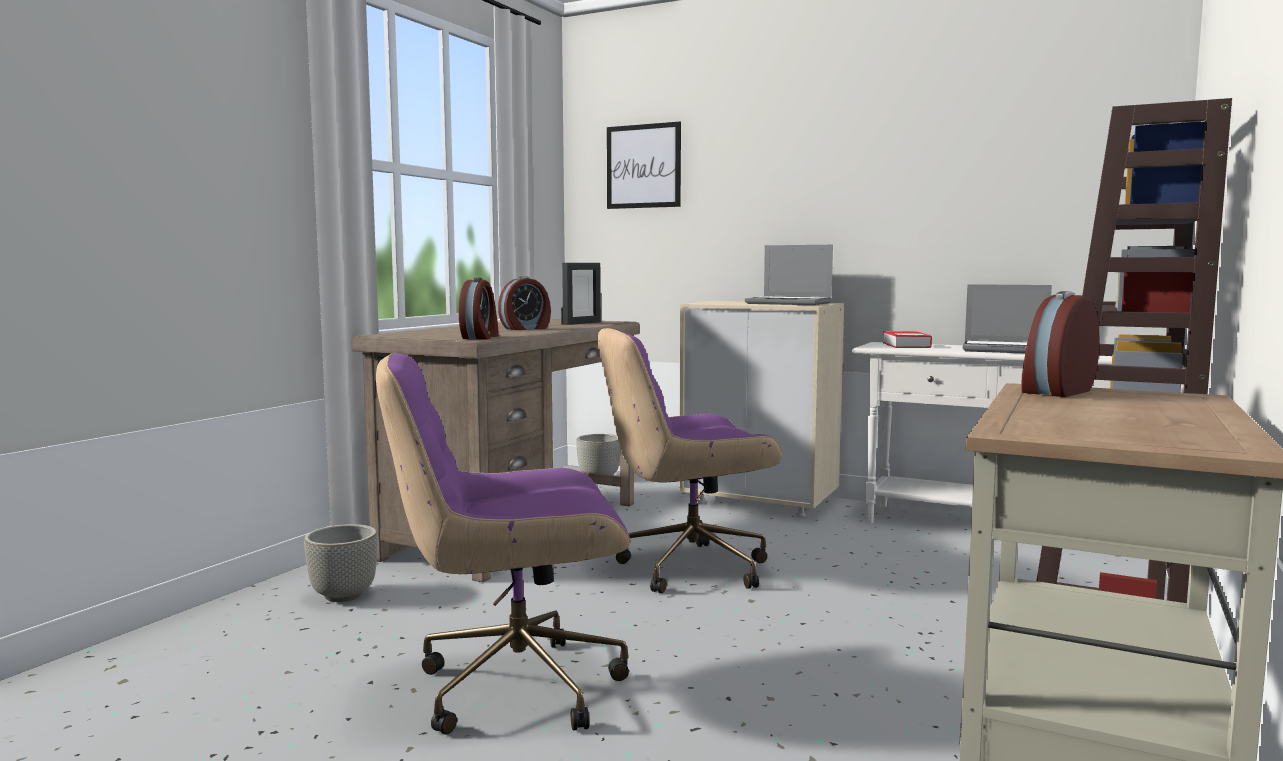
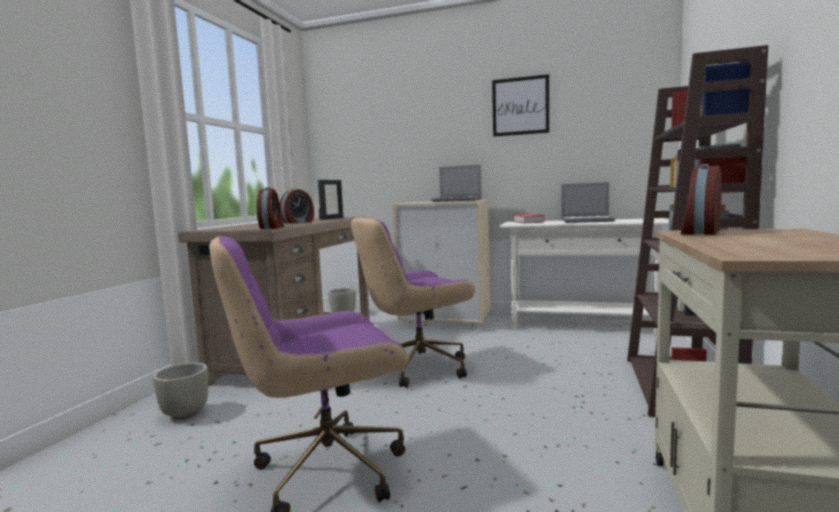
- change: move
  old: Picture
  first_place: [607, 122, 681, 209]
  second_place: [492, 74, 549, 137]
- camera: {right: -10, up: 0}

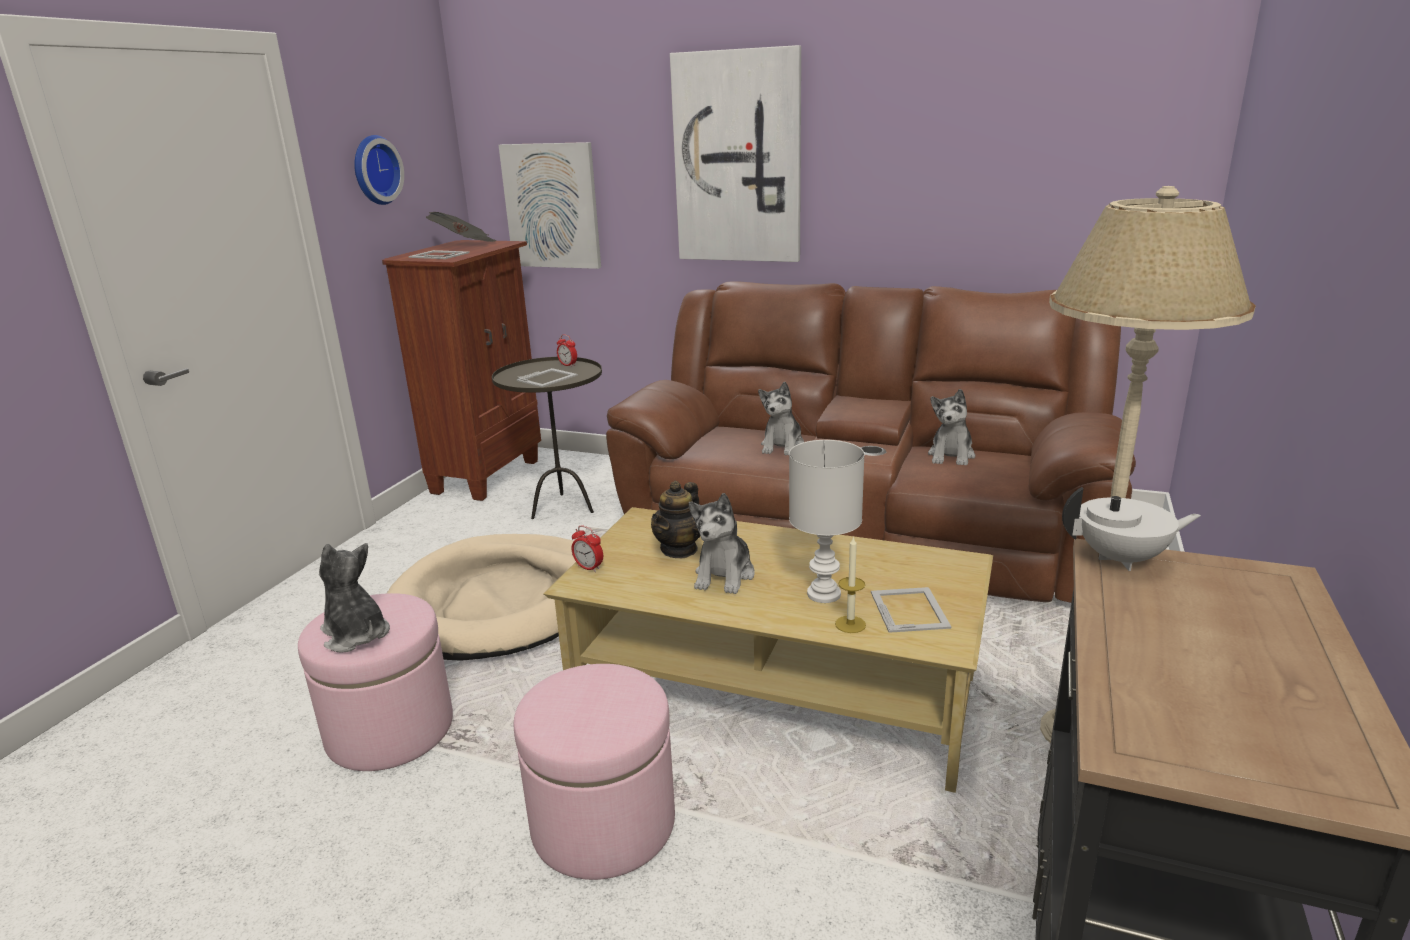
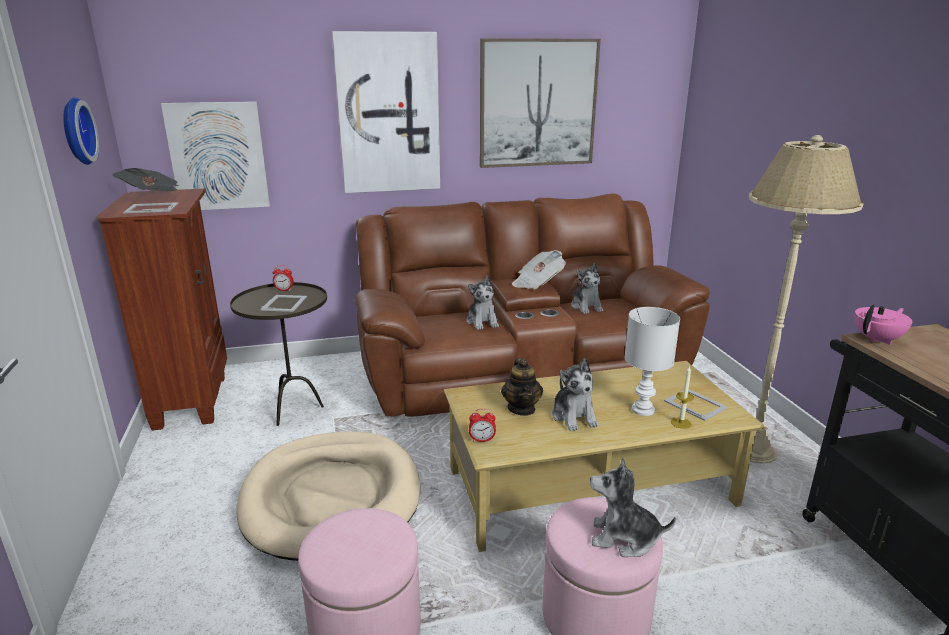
- change: move
  old: PlushToy
  first_place: [319, 543, 390, 652]
  second_place: [590, 458, 676, 557]
- change: recolor
  old: WhiteTeapot
  new: PinkTeapot
  first_place: [1062, 487, 1201, 571]
  second_place: [855, 305, 913, 345]
- change: insert
  new: Picture
  second_place: [480, 38, 601, 168]
- change: insert
  new: Newspaper
  second_place: [512, 250, 566, 289]
- camera: {right: -35, up: 0}

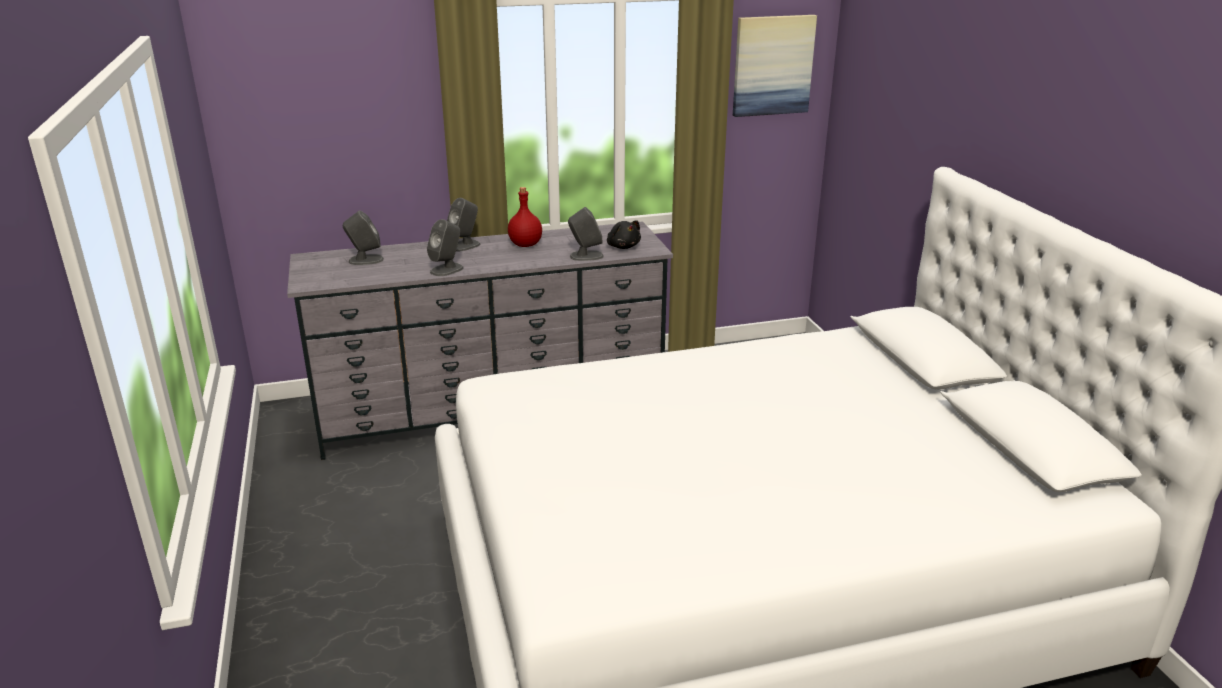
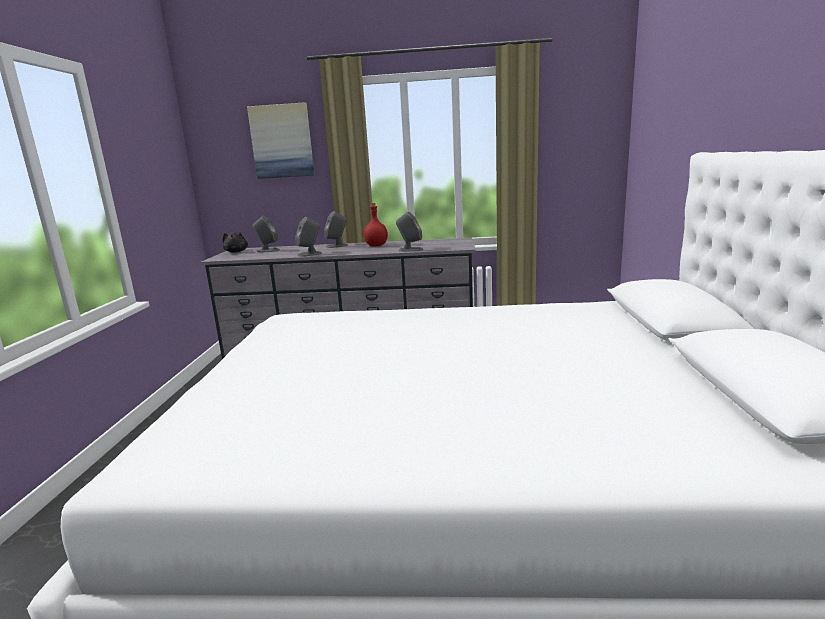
- change: move
  old: BlackPlushToy
  first_place: [607, 220, 641, 249]
  second_place: [222, 232, 248, 252]
- change: move
  old: Picture
  first_place: [733, 15, 817, 117]
  second_place: [247, 102, 315, 179]
- camera: {right: 20, up: -10}

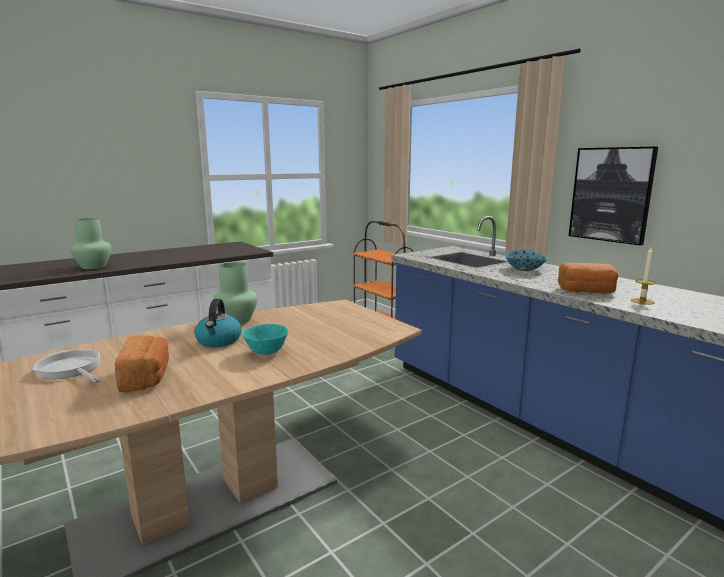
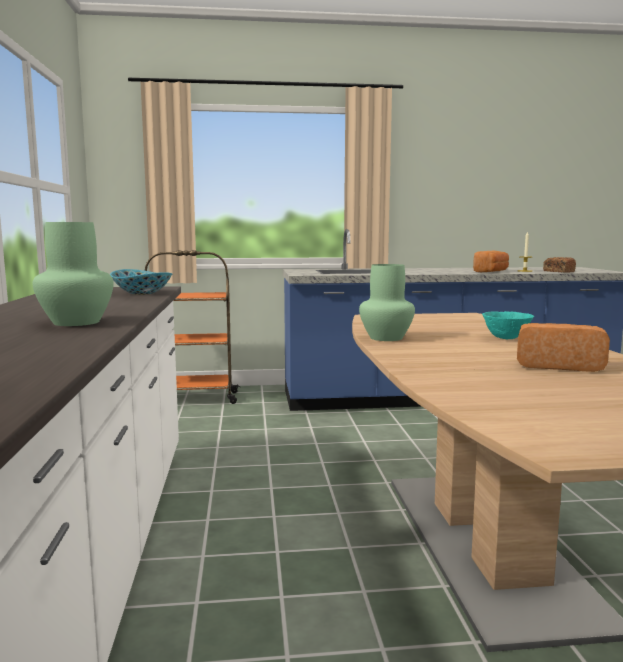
- change: delete
  old: FryingPan
  first_place: [33, 349, 100, 383]
- change: delete
  old: Kettle
  first_place: [194, 299, 242, 347]
- change: move
  old: Bowl
  first_place: [505, 249, 547, 271]
  second_place: [110, 269, 172, 295]
- change: delete
  old: Picture
  first_place: [569, 147, 658, 245]
- change: insert
  new: Bread
  second_place: [543, 257, 576, 273]
- camera: {right: -60, up: -5}

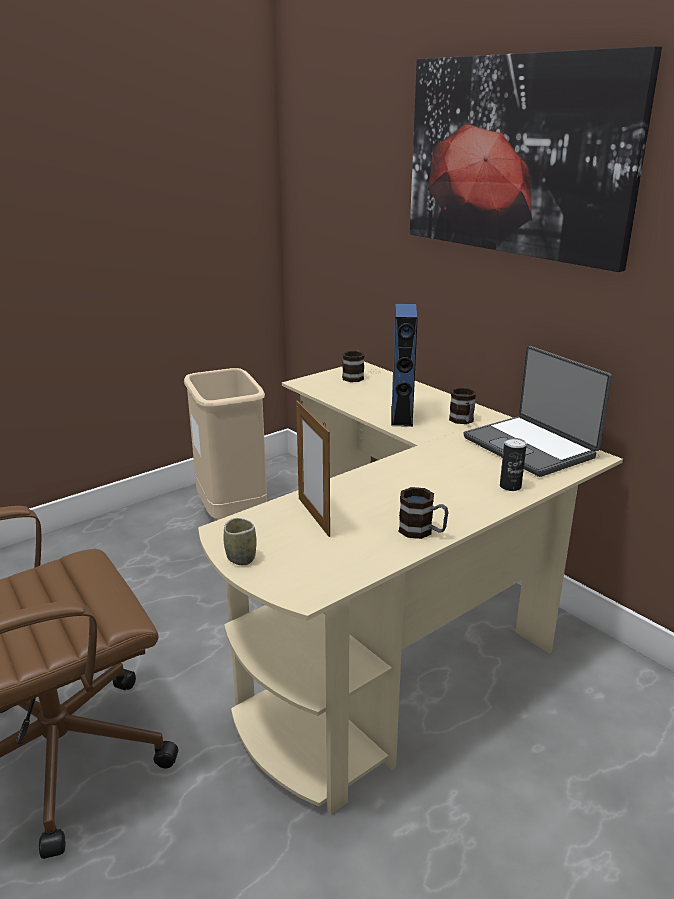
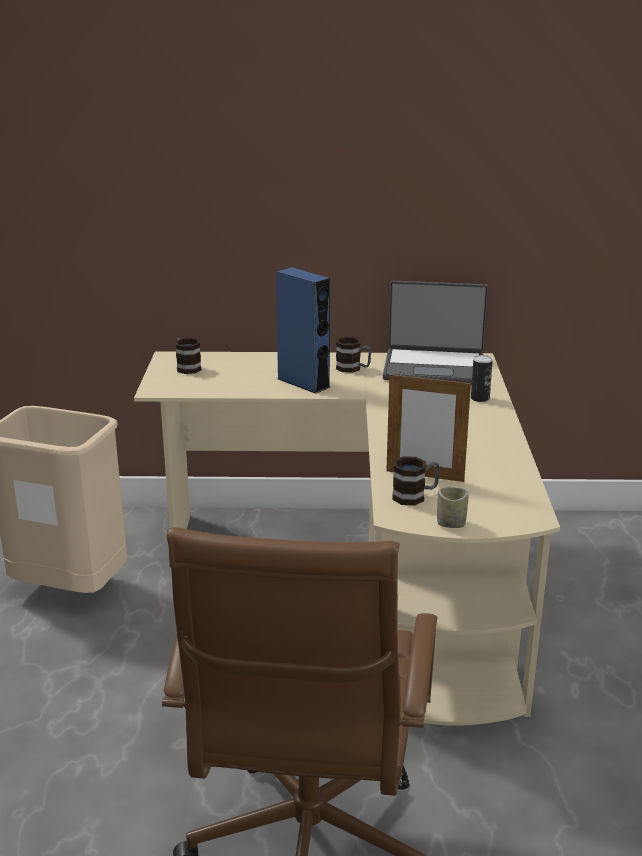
- change: move
  old: Mug
  first_place: [399, 487, 449, 539]
  second_place: [392, 456, 440, 505]
- change: delete
  old: Picture
  first_place: [410, 46, 662, 272]
- camera: {right: -50, up: 0}

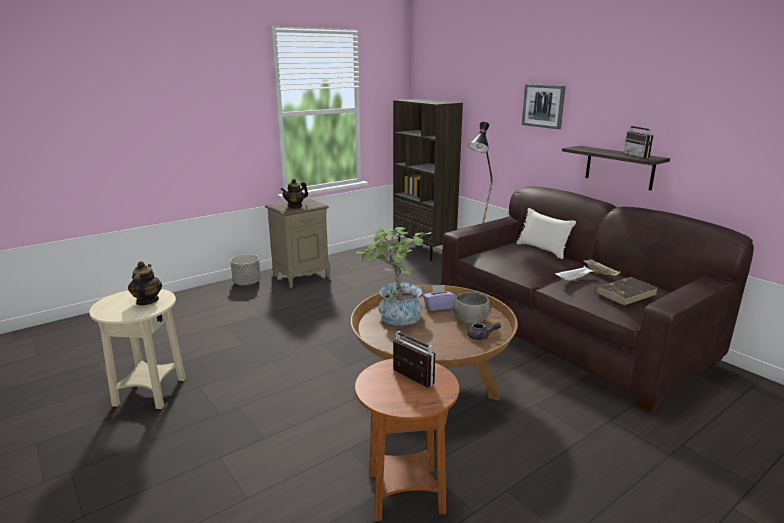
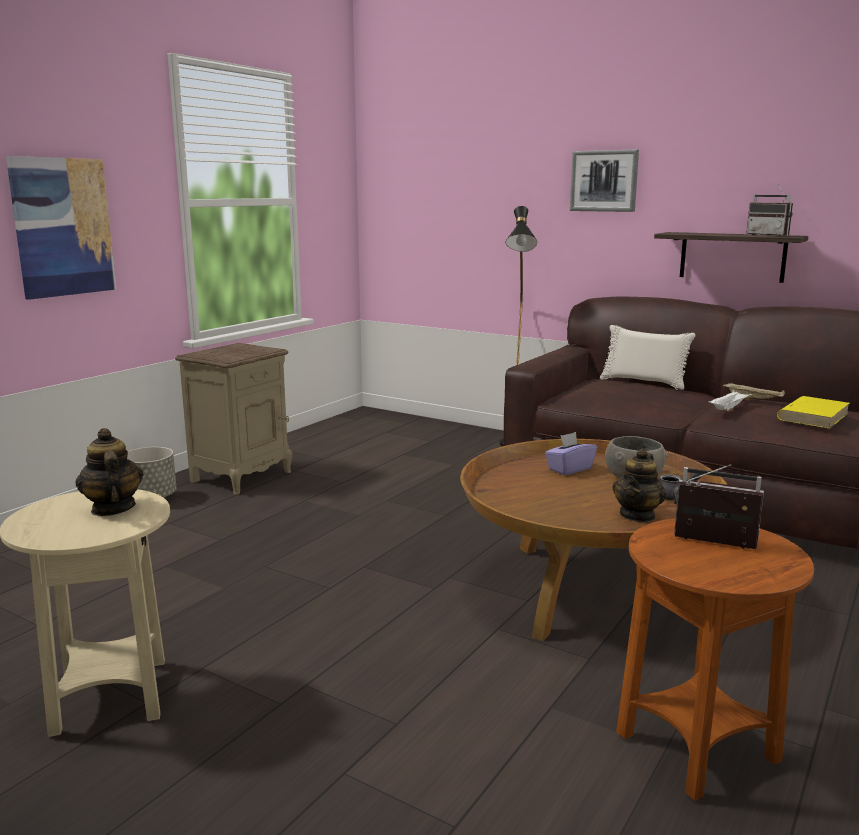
- change: move
  old: Teapot
  first_place: [281, 179, 308, 208]
  second_place: [613, 448, 666, 522]
- change: delete
  old: PottedPlant
  first_place: [356, 227, 432, 326]
- change: delete
  old: BrownBookcase
  first_place: [393, 99, 463, 261]
- change: recolor
  old: BrownBook
  new: YellowBook
  first_place: [596, 277, 658, 306]
  second_place: [777, 396, 850, 429]
- change: insert
  new: Picture
  second_place: [6, 156, 116, 300]
- camera: {right: -20, up: -5}

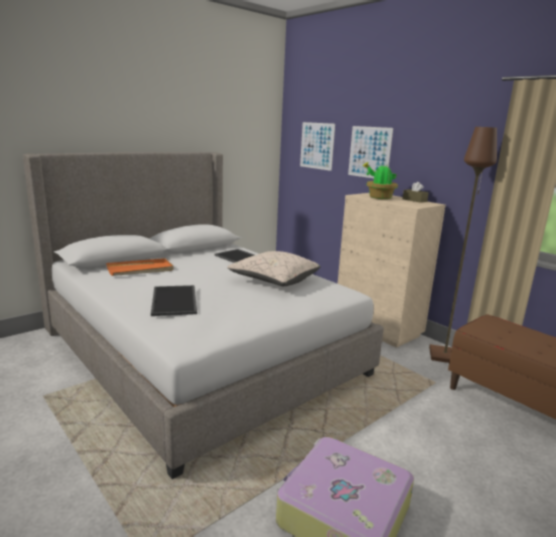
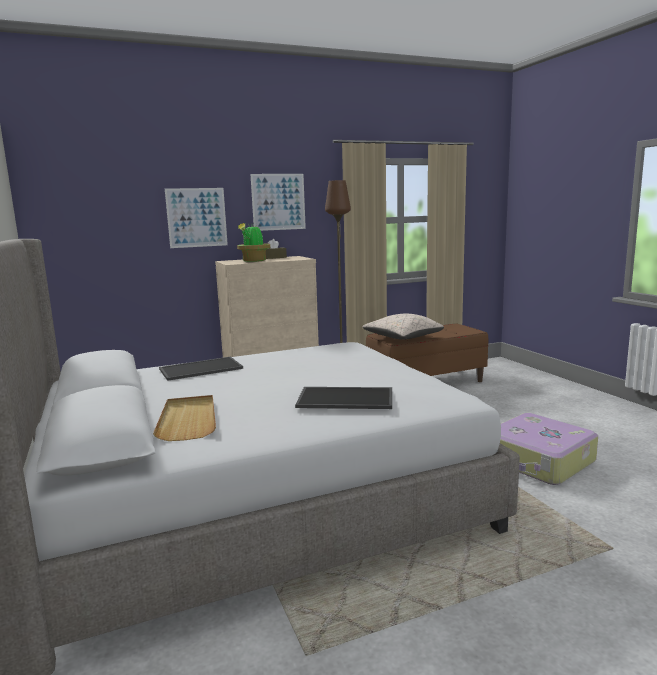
- change: recolor
  old: OrangeTray
  new: BeigeTray
  first_place: [106, 258, 174, 276]
  second_place: [153, 395, 216, 441]
- change: move
  old: BeigePillow
  first_place: [227, 251, 321, 286]
  second_place: [362, 314, 444, 340]
- change: move
  old: Picture
  first_place: [300, 122, 335, 171]
  second_place: [251, 174, 306, 231]
- camera: {right: -70, up: -5}

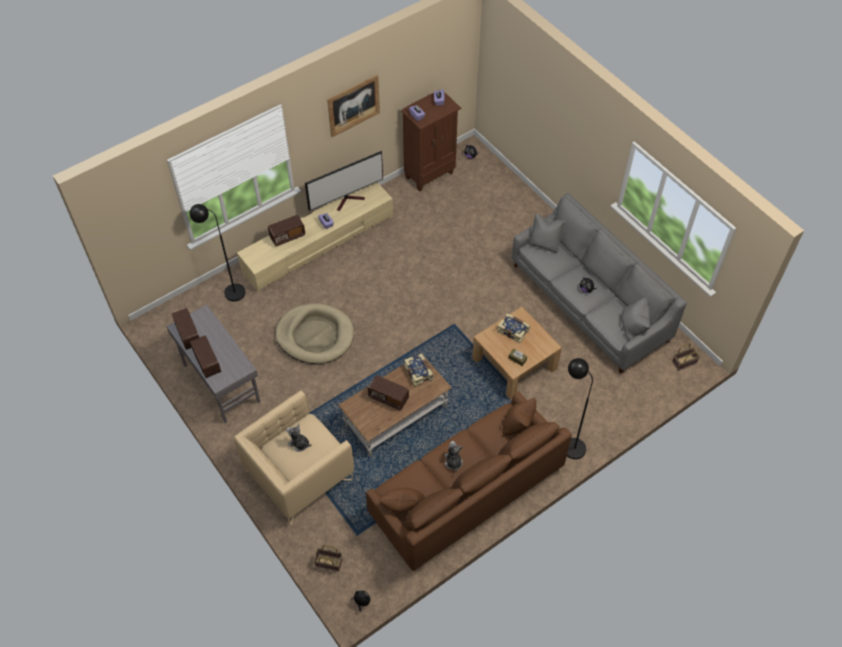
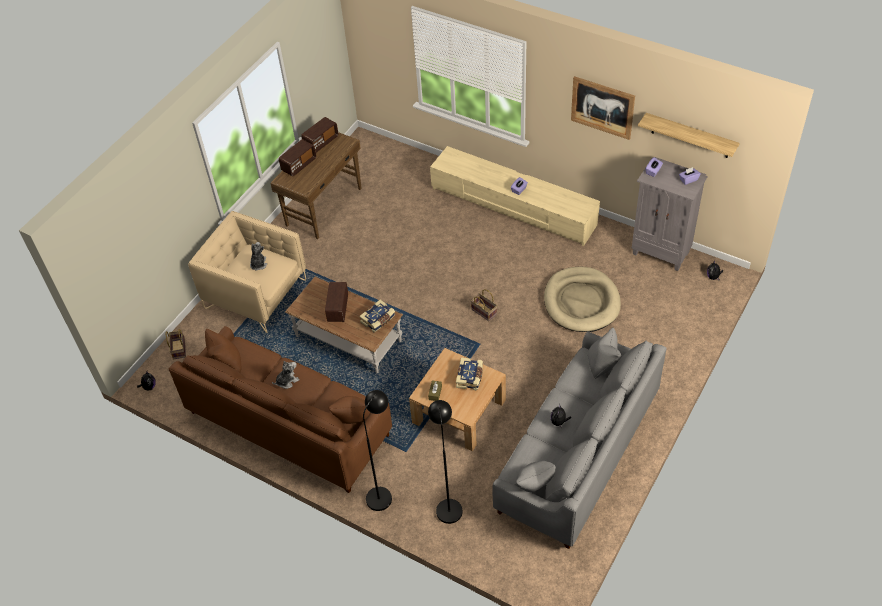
- change: recolor
  old: GreyConsoleTable
  new: BrownConsoleTable
  first_place: [166, 304, 260, 423]
  second_place: [271, 132, 362, 239]
- change: move
  old: BlackFloorLamp
  first_place: [190, 204, 245, 301]
  second_place: [428, 400, 463, 524]
- change: delete
  old: Radio
  first_place: [268, 215, 305, 246]
- change: move
  old: BeigeDogBed
  first_place: [275, 303, 354, 364]
  second_place: [544, 267, 621, 332]
- change: delete
  old: Television
  first_place: [305, 151, 383, 211]
- change: recolor
  old: BrownCabinet
  new: GreyCabinet
  first_place: [401, 92, 461, 191]
  second_place: [632, 157, 708, 271]
- change: move
  old: Basket
  first_place: [672, 343, 700, 371]
  second_place: [471, 289, 497, 321]
- change: insert
  new: Shelf
  second_place: [638, 113, 740, 158]
- camera: {right: 70, up: -5}

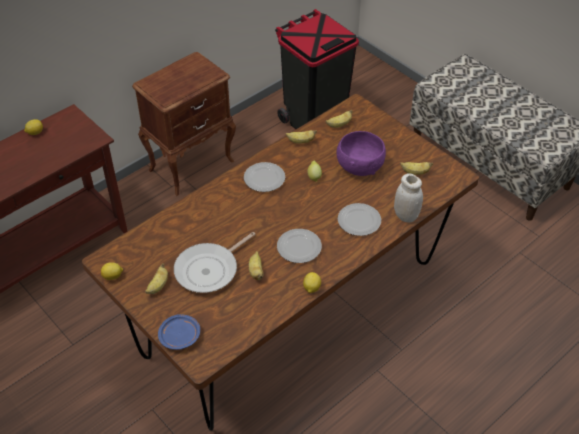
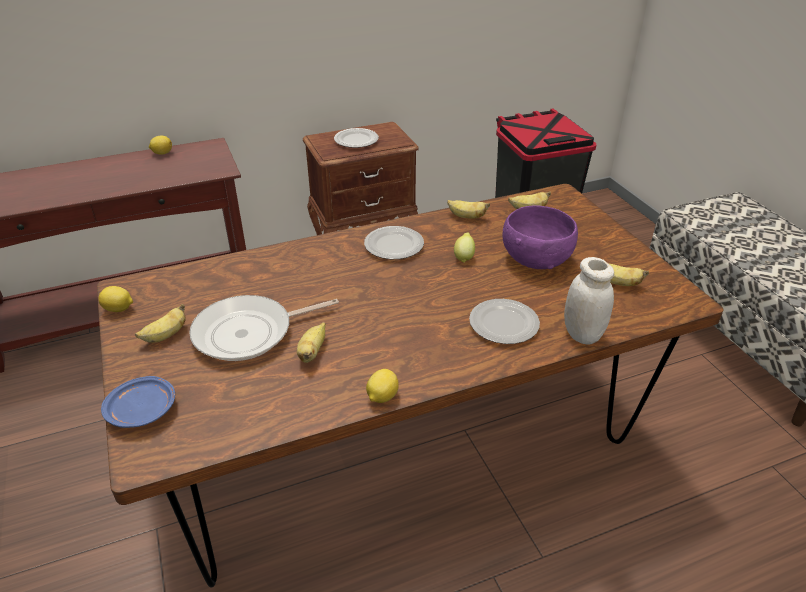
- change: move
  old: Plate
  first_place: [277, 229, 322, 263]
  second_place: [334, 128, 379, 148]
- camera: {right: 20, up: -10}

